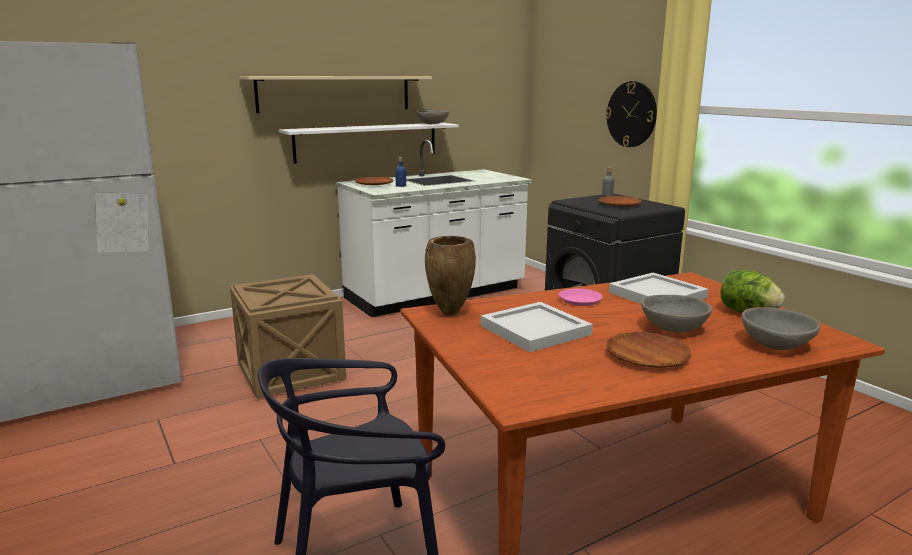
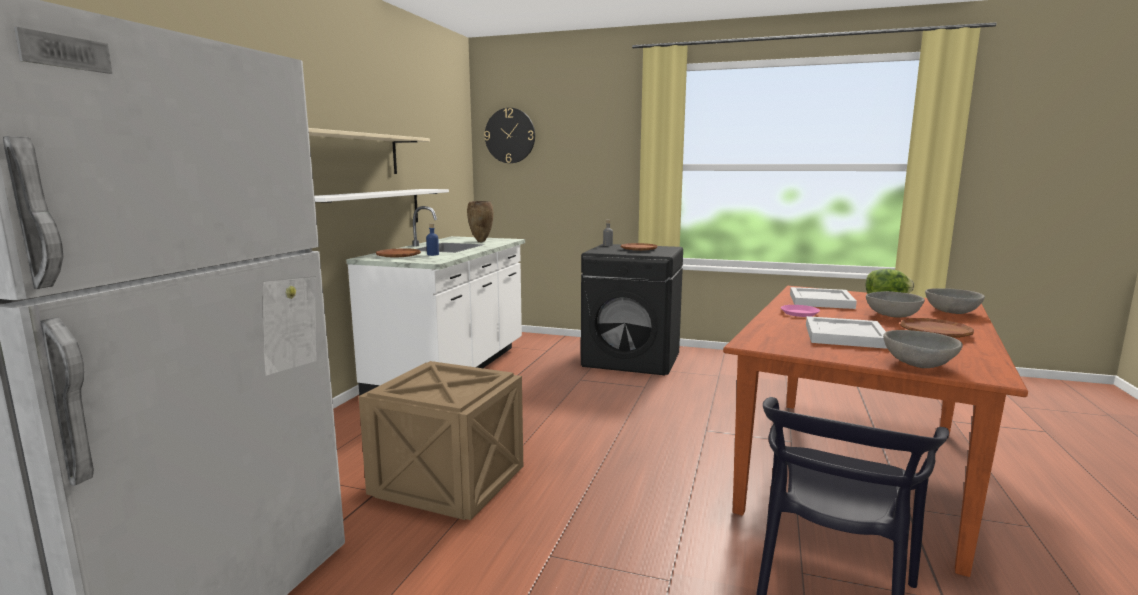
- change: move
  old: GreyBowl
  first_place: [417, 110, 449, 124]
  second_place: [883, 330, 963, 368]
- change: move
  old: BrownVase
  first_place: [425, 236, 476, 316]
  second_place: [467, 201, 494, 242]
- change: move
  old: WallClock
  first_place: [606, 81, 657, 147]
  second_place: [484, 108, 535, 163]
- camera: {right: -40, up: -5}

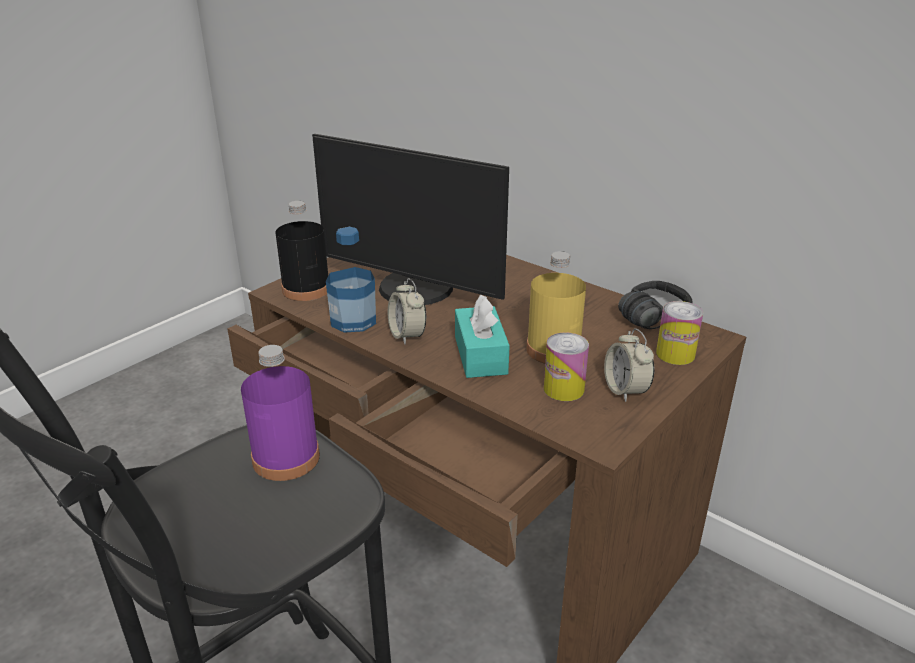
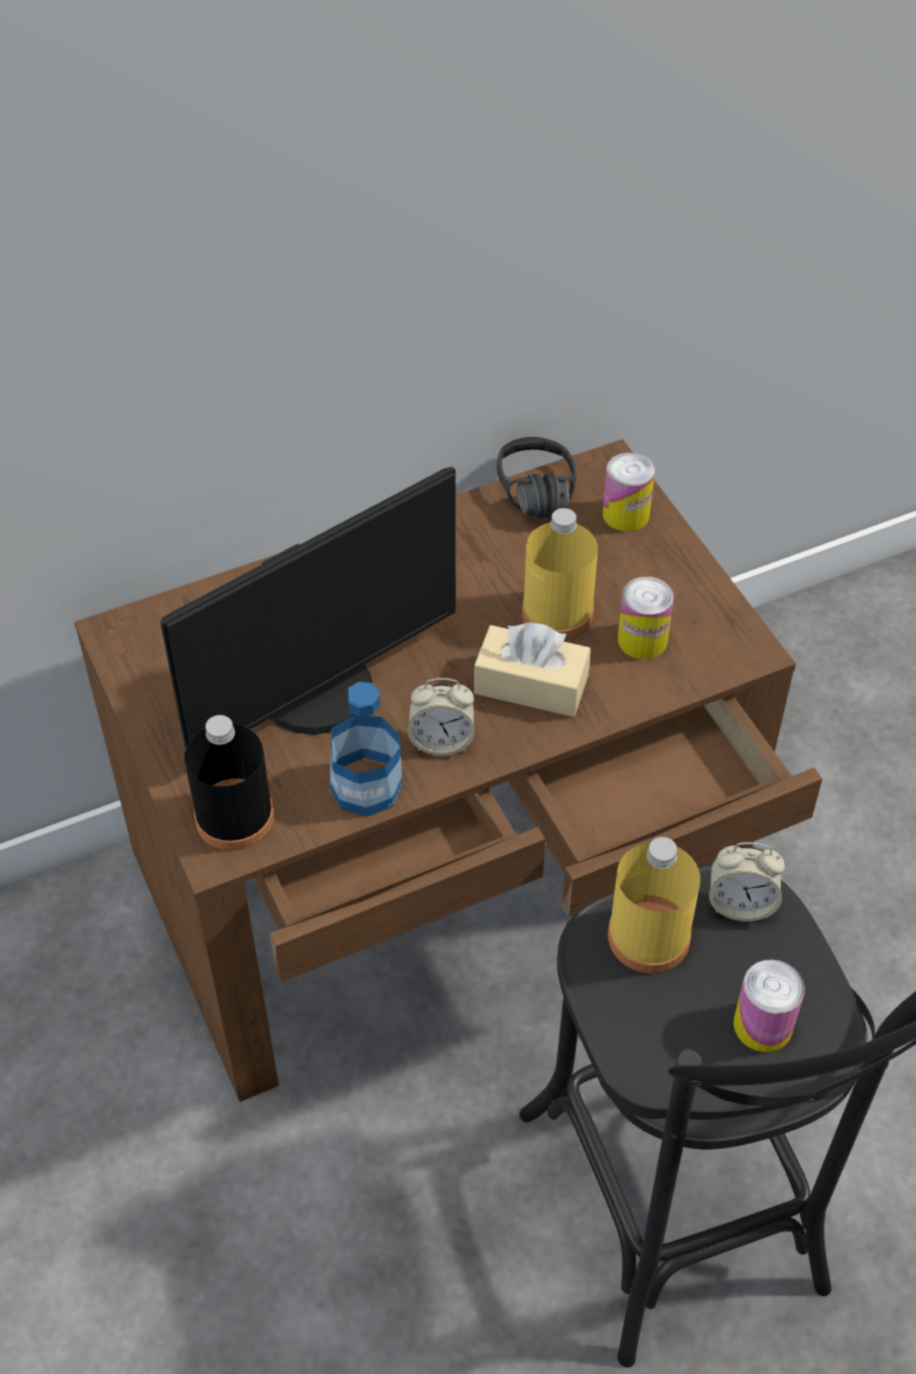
- change: recolor
  old: PurpleBottle
  new: YellowBottle
  first_place: [241, 345, 320, 481]
  second_place: [608, 837, 700, 973]
- change: recolor
  old: TurquoiseTissueBox
  new: BeigeTissueBox
  first_place: [455, 295, 510, 378]
  second_place: [474, 622, 591, 717]
- change: move
  old: AlarmClock
  first_place: [604, 328, 654, 402]
  second_place: [709, 842, 785, 922]
- change: insert
  new: Can
  second_place: [734, 960, 805, 1052]
- camera: {right: -65, up: 20}

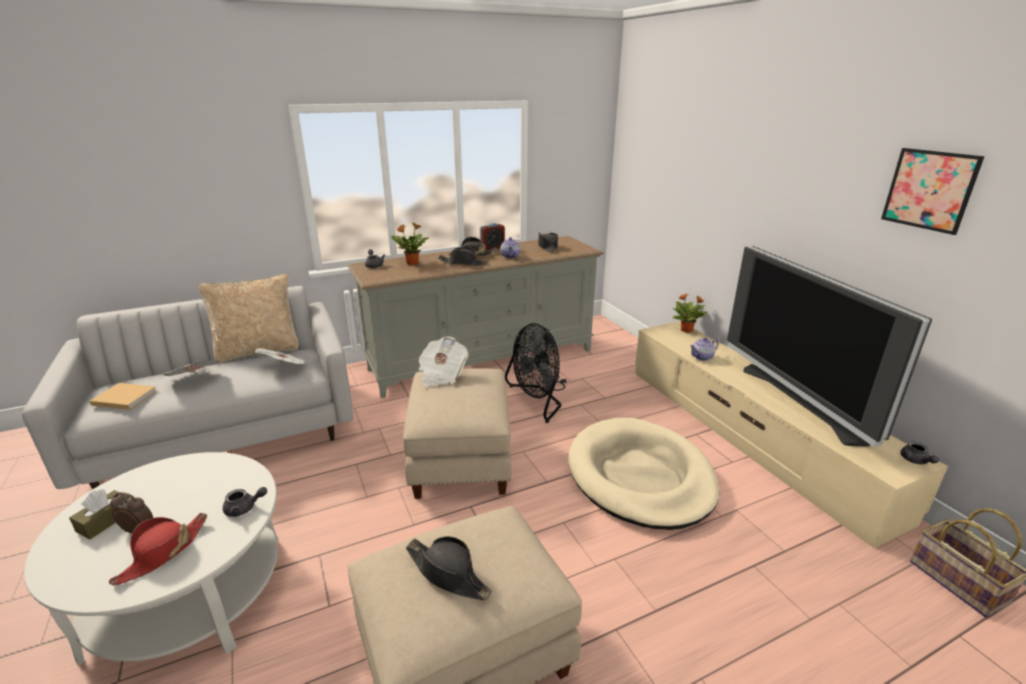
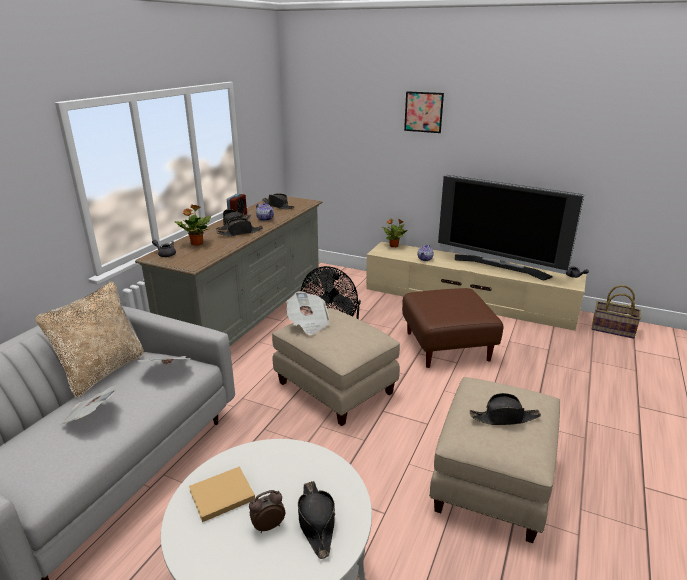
- change: delete
  old: BrownTissueBox
  first_place: [69, 489, 129, 539]
- change: move
  old: BeigeBook
  first_place: [90, 383, 157, 410]
  second_place: [189, 466, 255, 522]
- change: recolor
  old: RedHat
  new: BlackHat
  first_place: [109, 513, 207, 586]
  second_place: [298, 481, 335, 559]
- change: delete
  old: GreyTeapot
  first_place: [223, 487, 267, 517]
- change: replace
  old: BeigeDogBed
  new: BrownOttoman
  first_place: [568, 418, 719, 530]
  second_place: [402, 288, 503, 368]
- change: move
  old: Picture
  first_place: [881, 148, 985, 235]
  second_place: [404, 91, 444, 133]
- camera: {right: -40, up: 0}

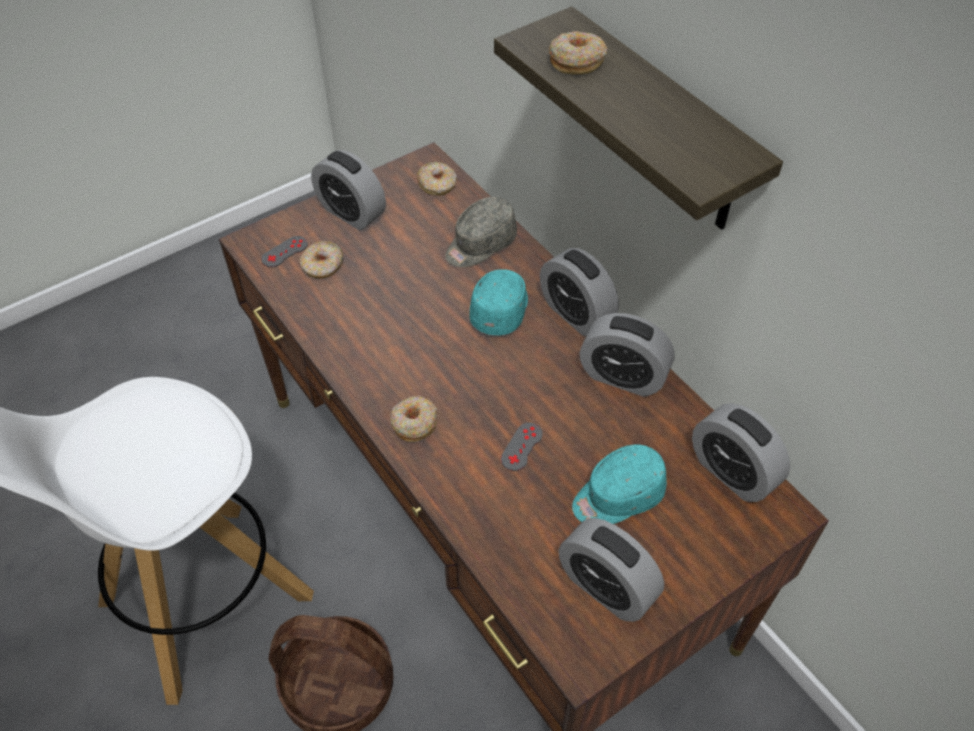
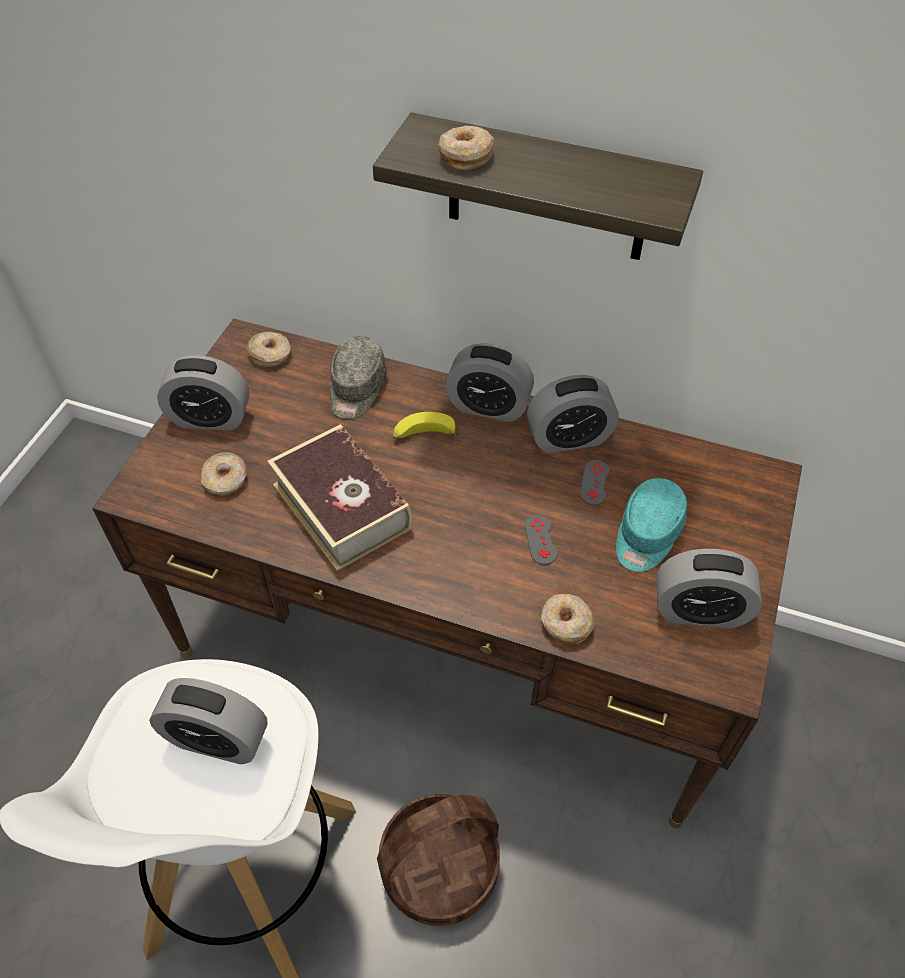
- change: move
  old: GreyGameController
  first_place: [261, 236, 308, 267]
  second_place: [580, 460, 609, 505]
- change: move
  old: Donut
  first_place: [390, 396, 437, 442]
  second_place: [541, 594, 595, 645]
- change: replace
  old: TurquoiseCap
  new: Banana
  first_place: [469, 269, 528, 335]
  second_place: [393, 412, 458, 439]
- change: move
  old: AlarmClock
  first_place: [692, 403, 790, 502]
  second_place: [149, 678, 268, 764]
- change: insert
  new: Book
  second_place: [267, 424, 412, 571]
- camera: {right: -35, up: 0}

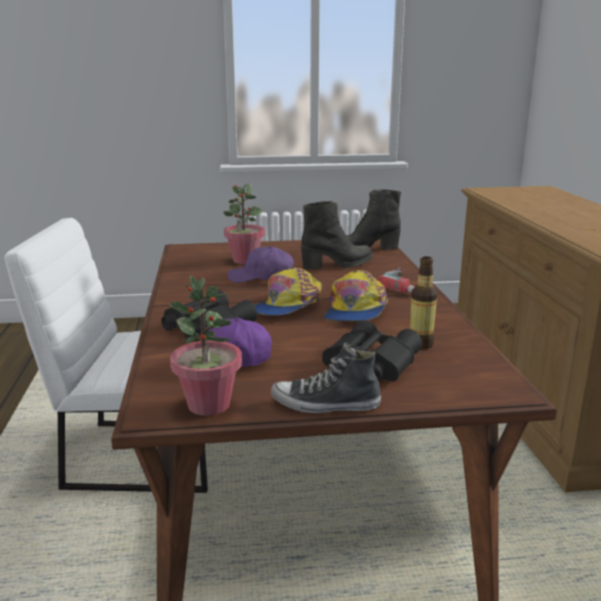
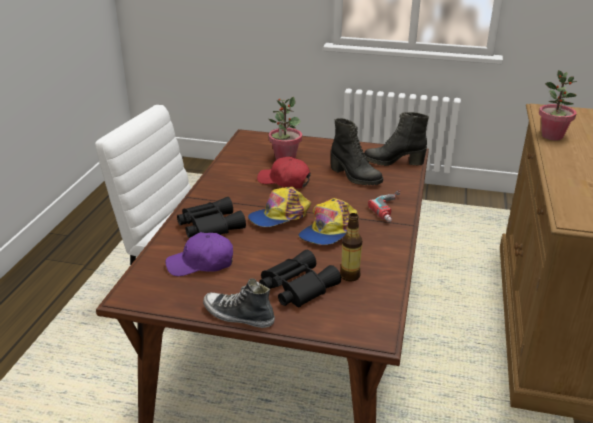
- change: move
  old: PottedPlant
  first_place: [169, 276, 242, 416]
  second_place: [539, 70, 577, 140]
- change: recolor
  old: PurpleCap
  new: RedCap
  first_place: [227, 246, 294, 283]
  second_place: [257, 156, 311, 189]
- change: rotate
  old: BlackBoot
  first_place: [301, 201, 372, 270]
  second_place: [331, 118, 383, 185]
  degrees: 45
- camera: {right: 20, up: 10}

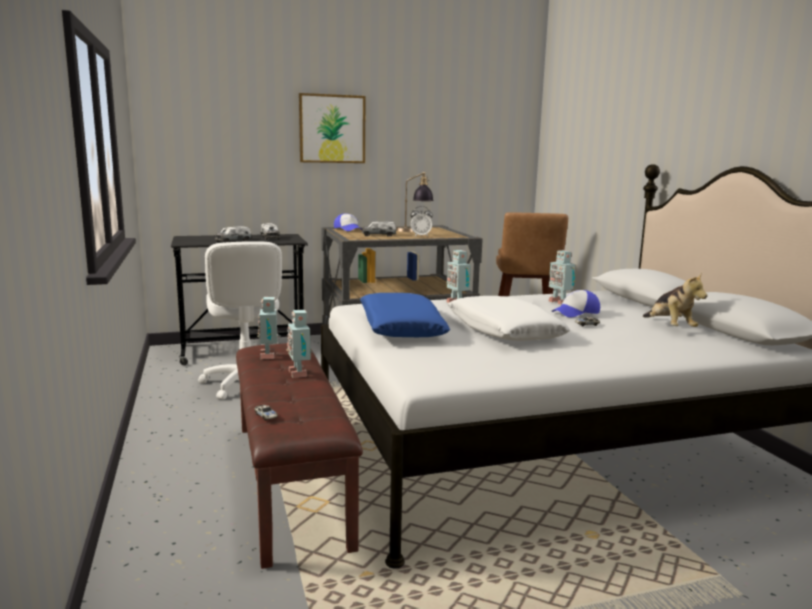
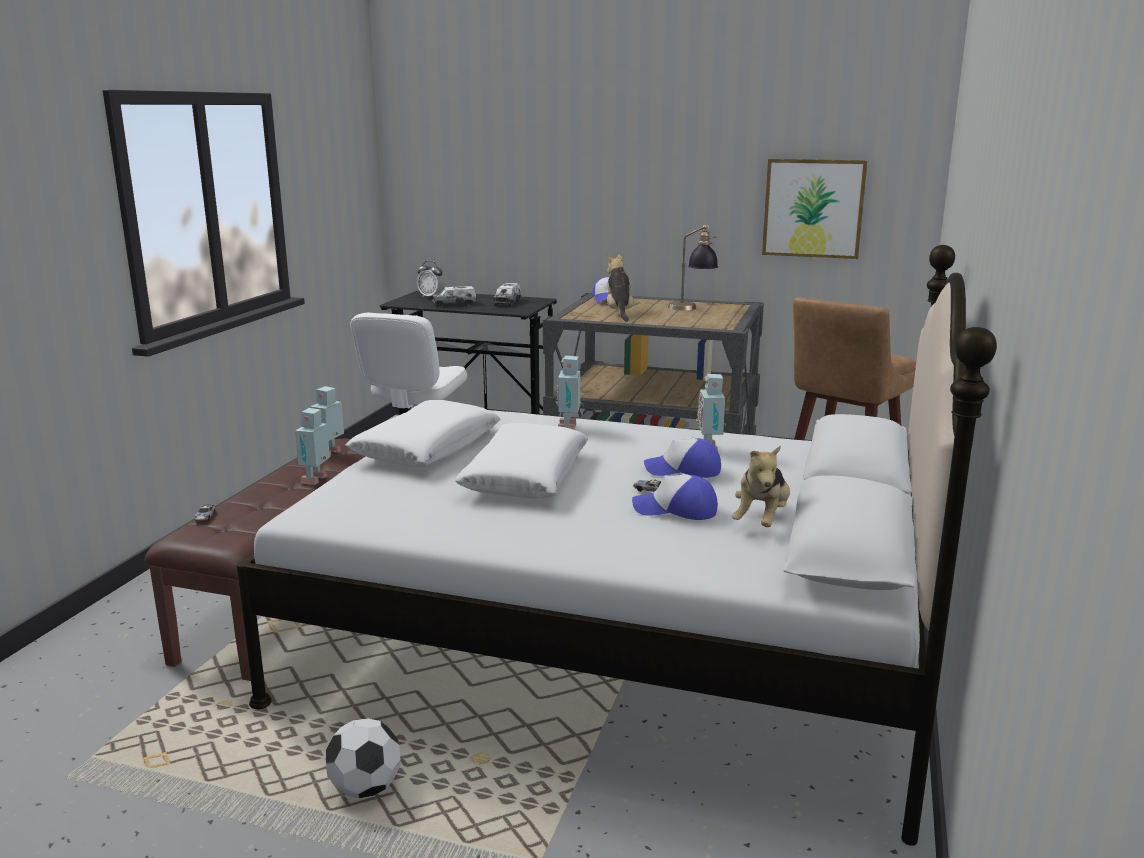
- change: move
  old: Picture
  first_place: [299, 93, 366, 163]
  second_place: [762, 159, 868, 259]
- change: recolor
  old: BluePillow
  new: WhitePillow
  first_place: [360, 293, 450, 337]
  second_place: [346, 400, 500, 467]
- change: replace
  old: ToyTruck
  new: PlushToy
  first_place: [362, 222, 396, 236]
  second_place: [607, 254, 639, 322]
- change: move
  old: AlarmClock
  first_place: [410, 206, 433, 237]
  second_place: [417, 261, 445, 297]
- change: insert
  new: Football
  second_place: [326, 718, 401, 798]
- change: insert
  new: Cap
  second_place: [632, 474, 718, 520]
- camera: {right: 35, up: 5}

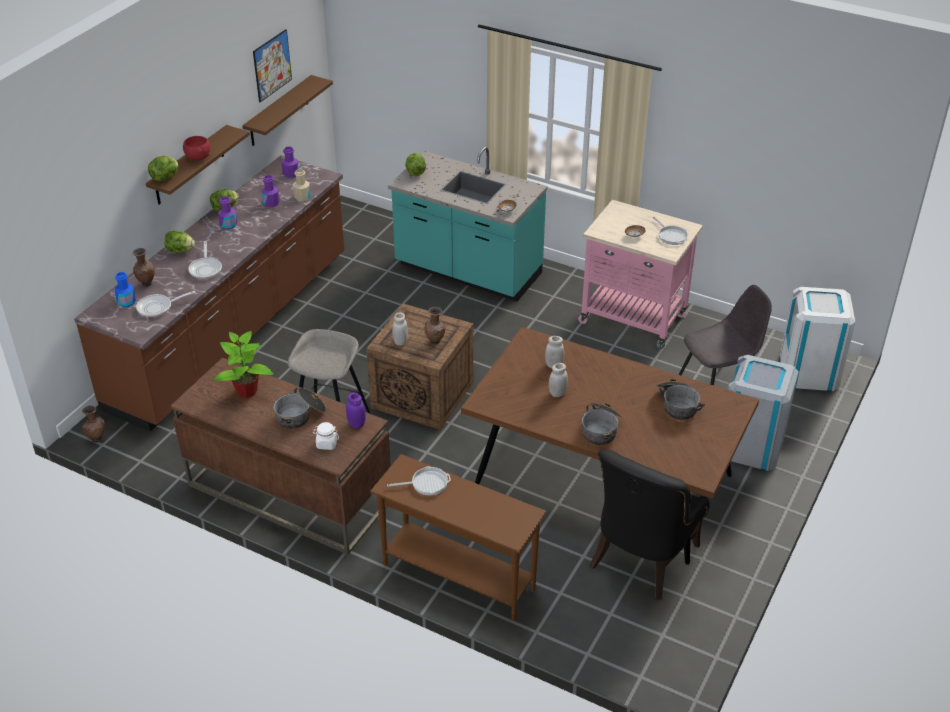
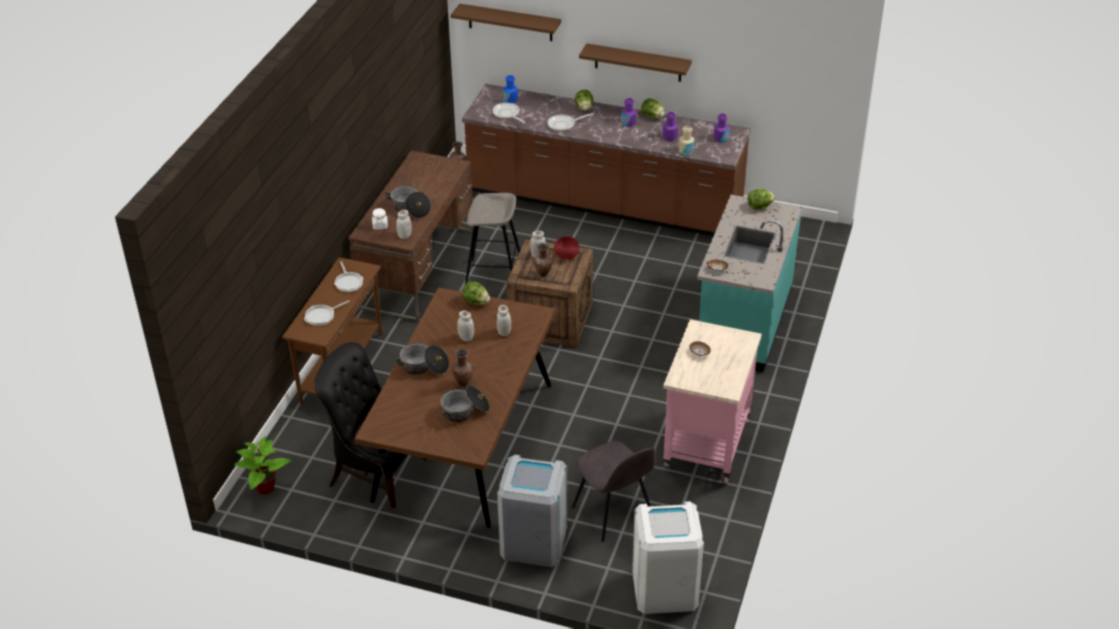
- change: move
  old: BrownVase
  first_place: [133, 248, 155, 287]
  second_place: [452, 349, 474, 386]
- change: move
  old: Lettuce
  first_place: [148, 156, 178, 181]
  second_place: [462, 281, 490, 305]
- change: move
  old: RedBowl
  first_place: [183, 136, 210, 161]
  second_place: [554, 236, 579, 260]
- change: move
  old: PottedPlant
  first_place: [213, 331, 274, 398]
  second_place: [234, 436, 291, 494]
- change: move
  old: BrownShelf
  first_place: [243, 75, 333, 146]
  second_place: [451, 4, 561, 41]
- change: delete
  old: Picture
  first_place: [253, 29, 292, 102]
- change: recolor
  old: PurpleJar
  new: WhiteJar
  first_place: [346, 393, 366, 428]
  second_place: [396, 210, 412, 239]
- change: move
  old: FryingPan
  first_place: [653, 216, 688, 245]
  second_place: [304, 300, 350, 326]
- camera: {right: 80, up: 0}

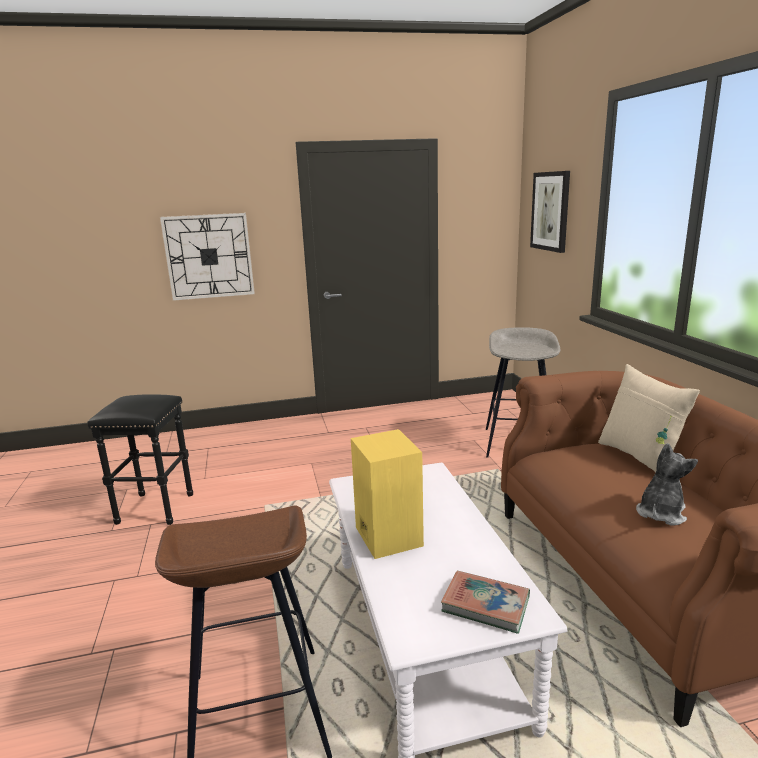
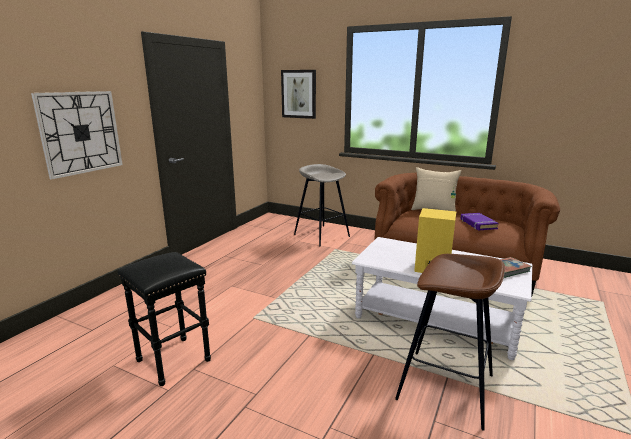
- change: replace
  old: PlushToy
  new: PurpleBook
  first_place: [636, 443, 698, 525]
  second_place: [460, 213, 499, 230]
- camera: {right: -50, up: 0}

